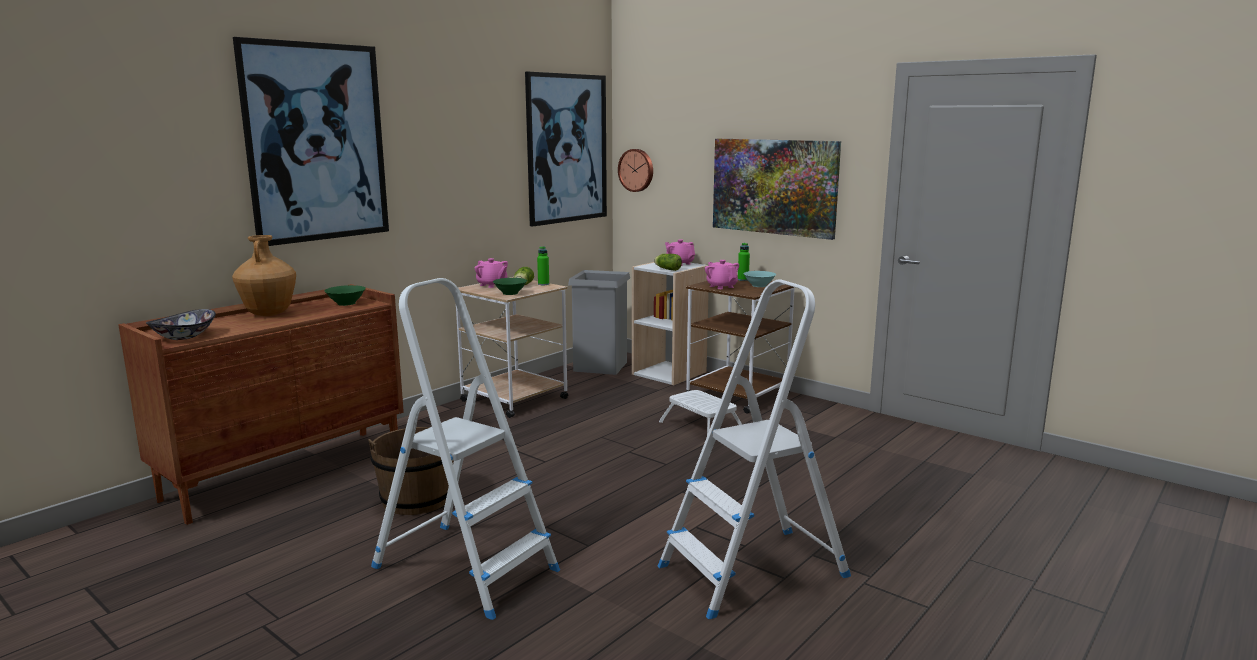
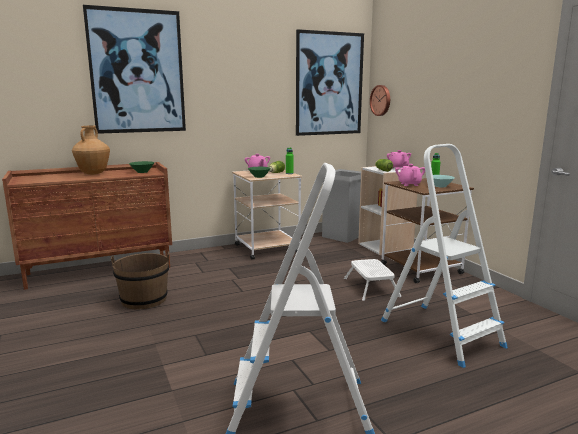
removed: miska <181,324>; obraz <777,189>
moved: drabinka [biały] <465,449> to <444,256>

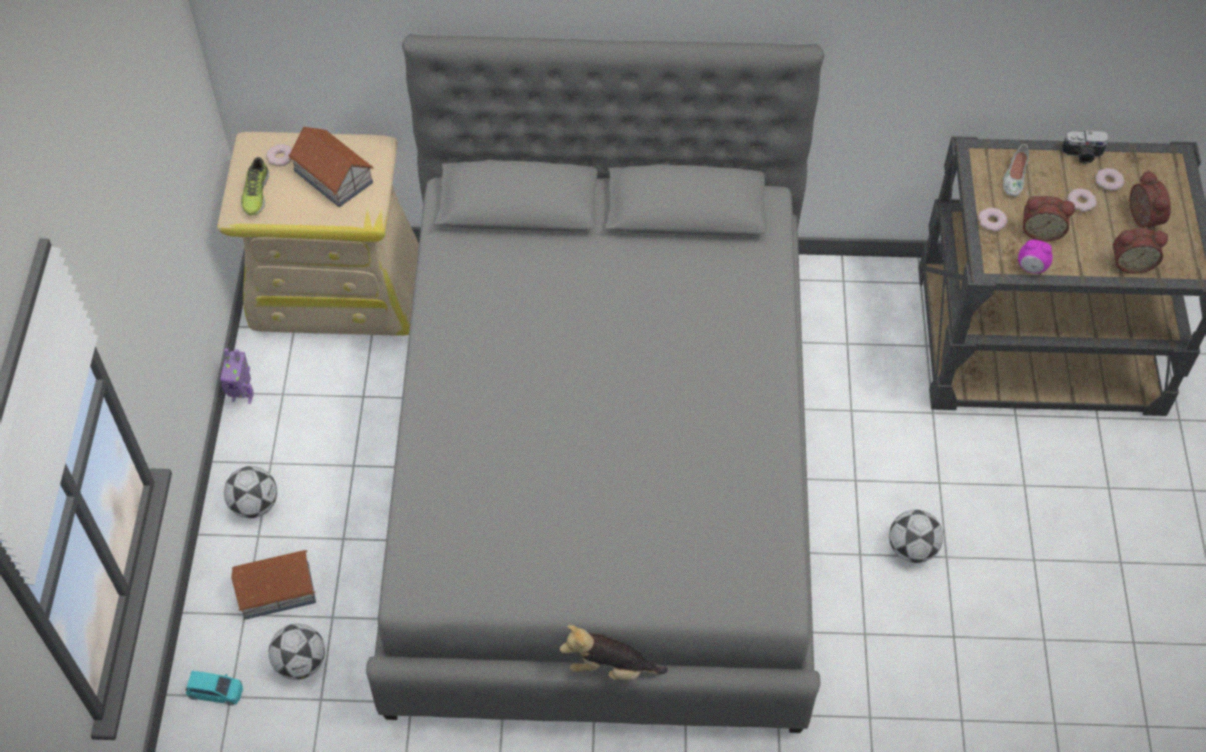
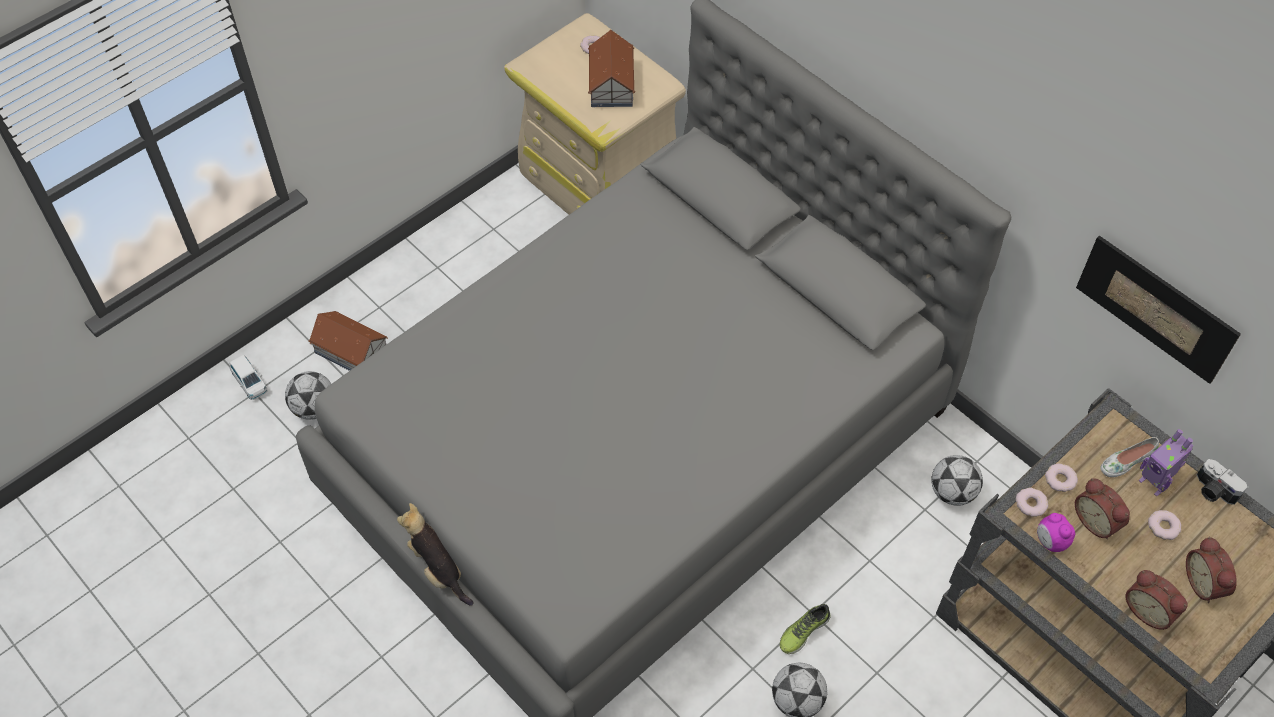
added: obraz <1158,310>
moved: robot zabawkowy <237,376> to <1166,463>; piłka futbolowa <250,492> to <957,480>; but <255,186> to <805,629>; donut <1109,179> to <1032,502>
recoloured: samochodzik [turkusowy] <214,688> to samochodzik [biały] <249,377>
turned: budzik <1150,200> = <1211,570> 135 degrees clockwise

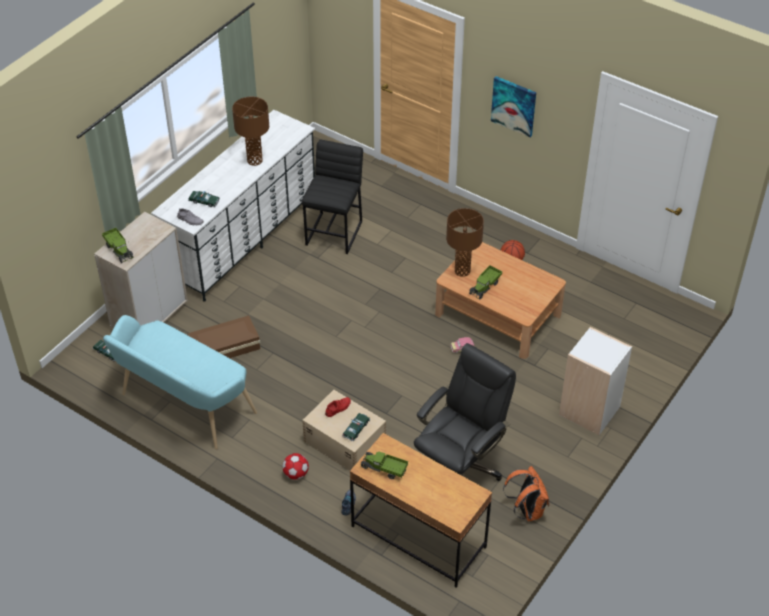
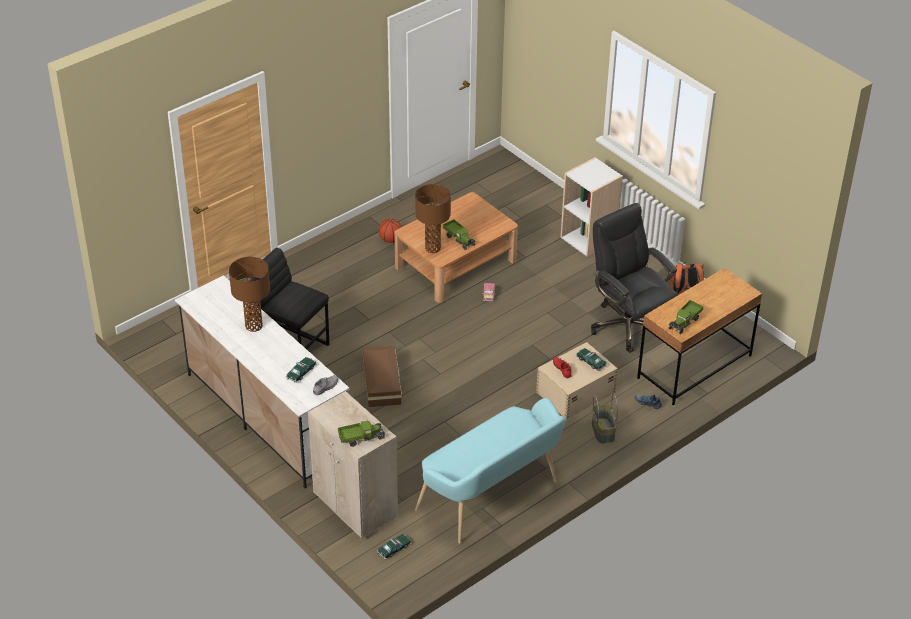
removed: obraz <513,107>
moved: pojemnik do przechowywania [brązowy] <224,337> to <382,376>
replaced: piłka futbolowa <295,466> to koszyk <605,418>

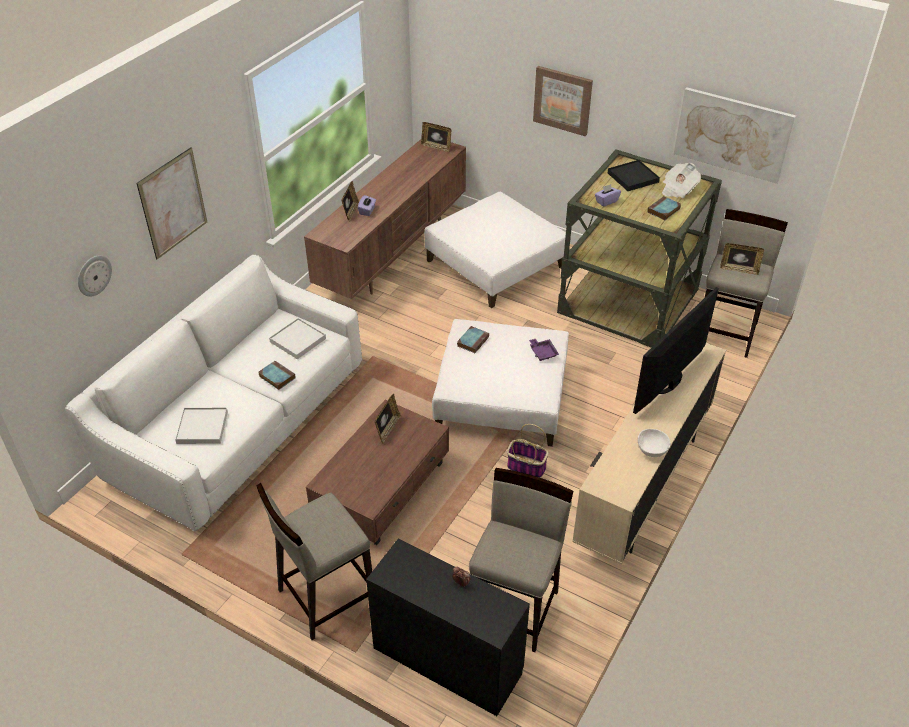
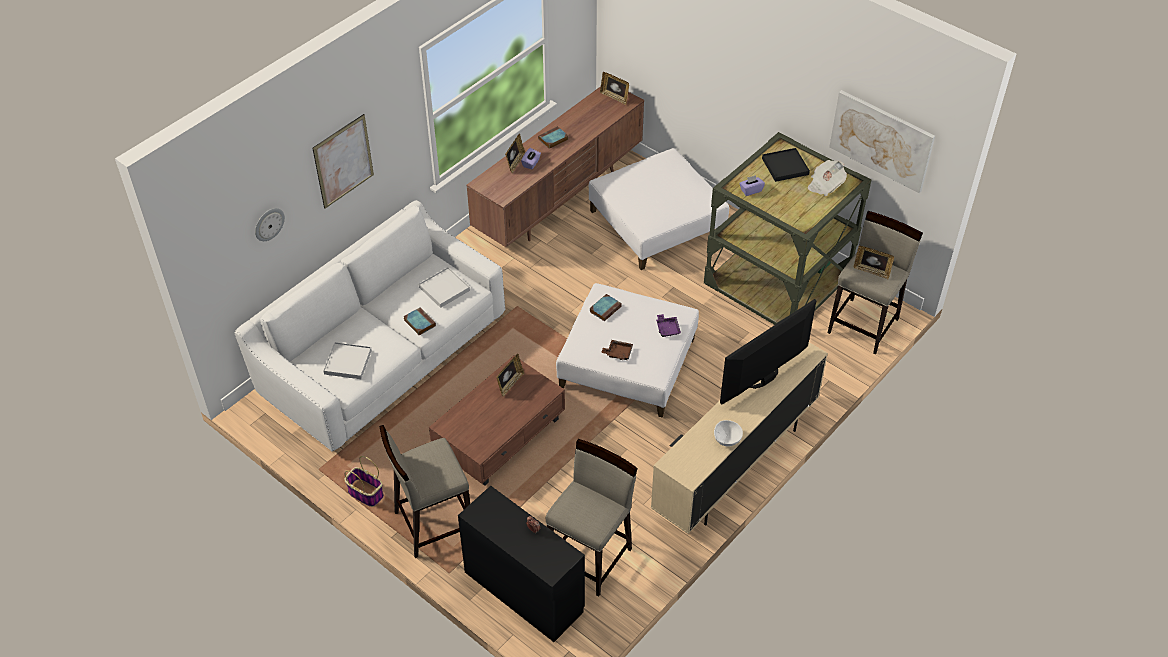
removed: obraz <563,101>
added: taca [brązowy] <617,350>
moved: koszyk <528,451> to <364,481>; książka <664,208> to <553,137>

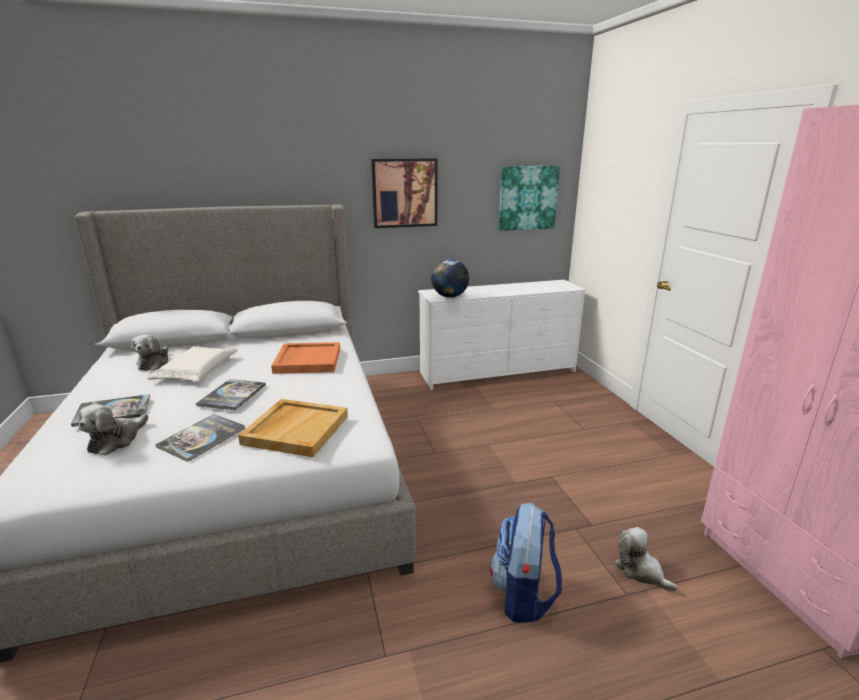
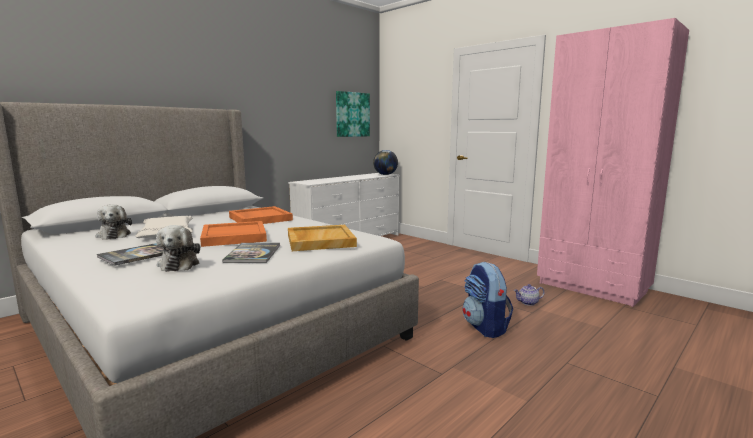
removed: obraz <404,193>
moved: globus <450,278> to <385,162>
replaced: książka <230,394> to taca [pomarańczowy] <233,234>; pluszak <646,559> to imbryk <529,295>

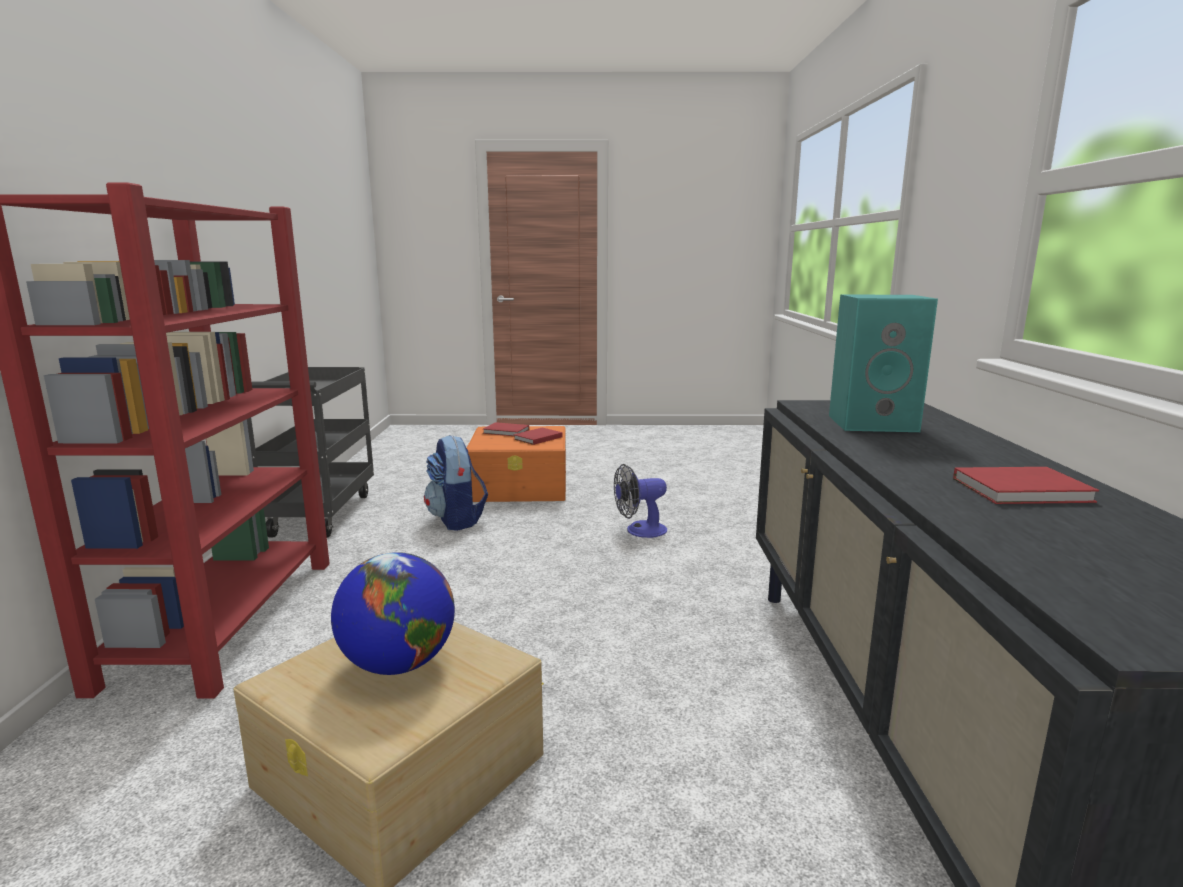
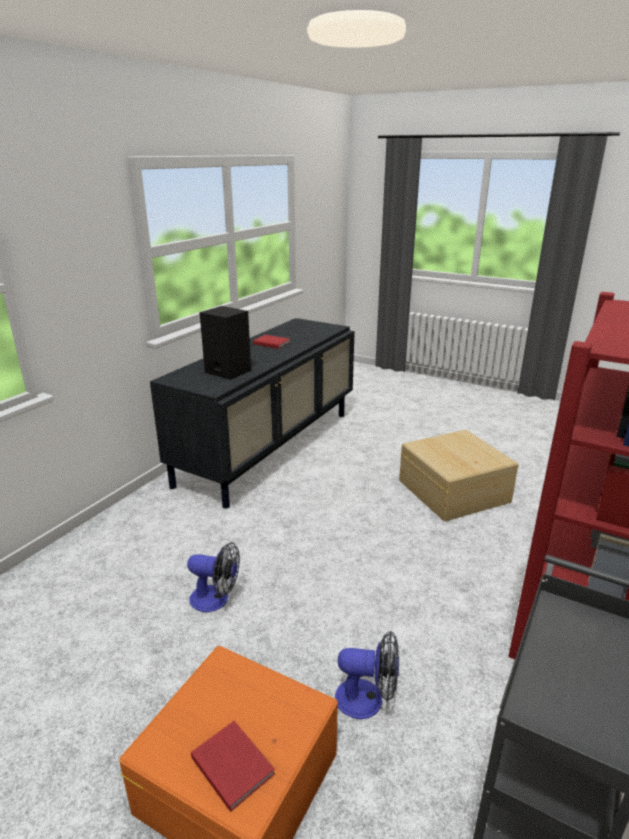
removed: globus <393,613>; książka [czerwony] <537,436>
replaced: plecak <456,483> to wentylator <367,675>
recoloured: głośnik [turkusowy] <883,363> to głośnik [czarny] <225,343>

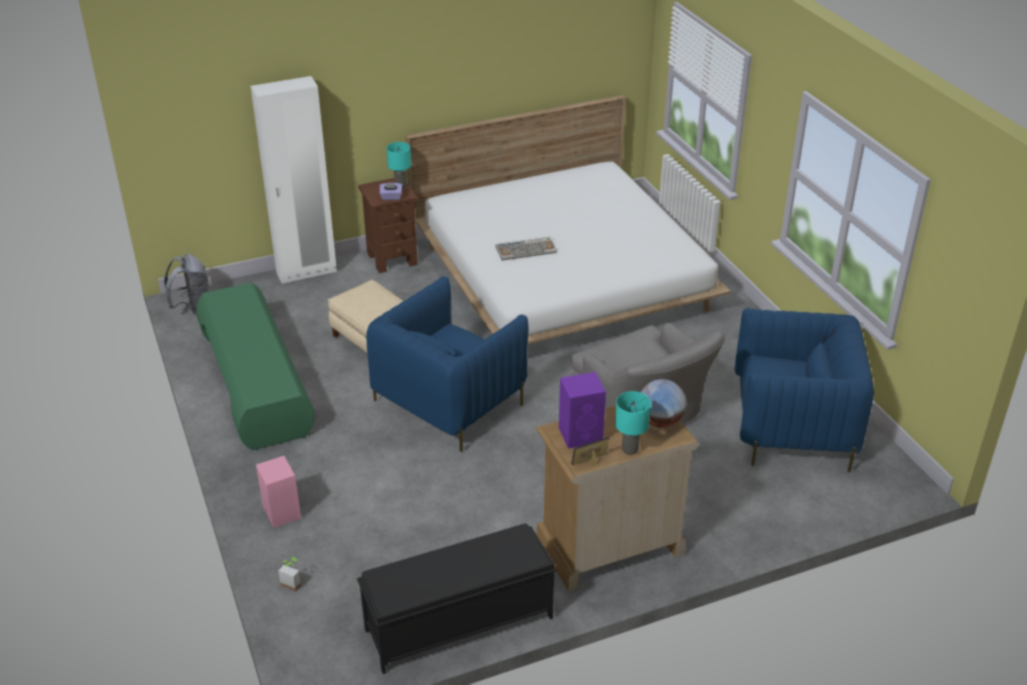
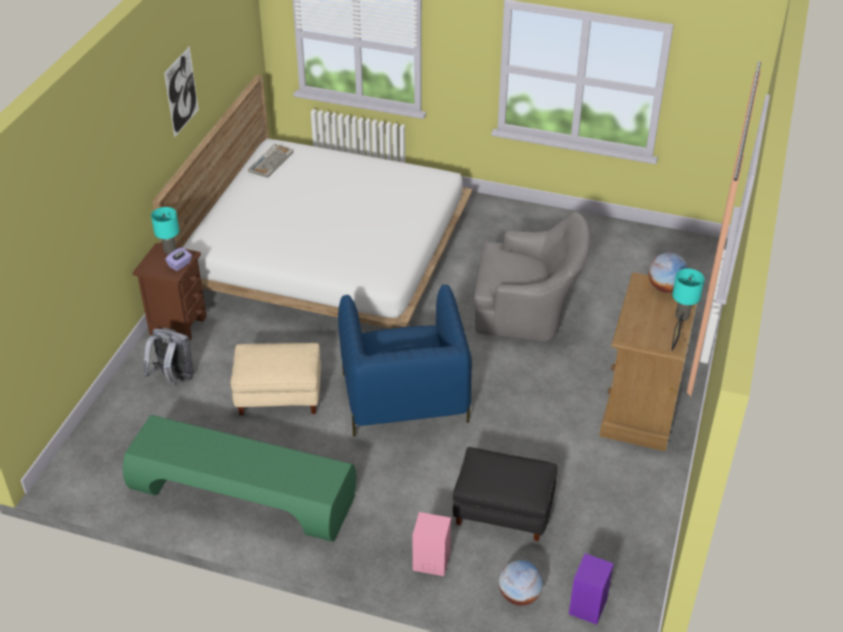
removed: szafa [biały] <294,180>; ławka [czarny] <457,599>; fotel [niebieski] <804,390>
added: obraz <181,91>; pufa [czarny] <505,494>
moved: plecak [szary] <186,284> to <168,358>; klawiatura <526,249> to <271,161>; głośnik [fioletowy] <582,410> to <591,589>
replaced: roślina doniczkowa <289,574> to globus <521,583>

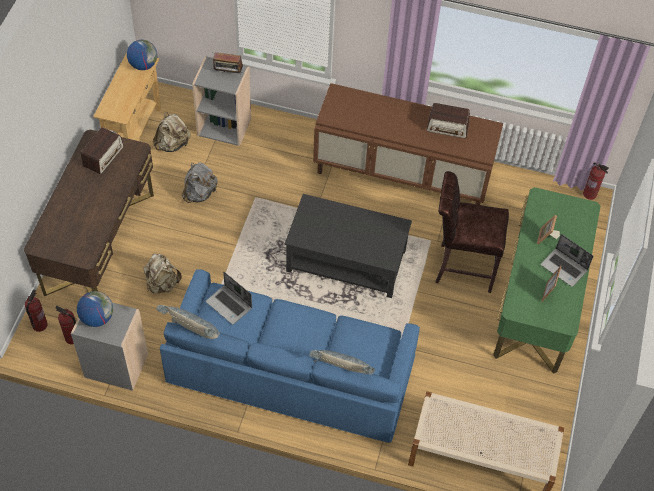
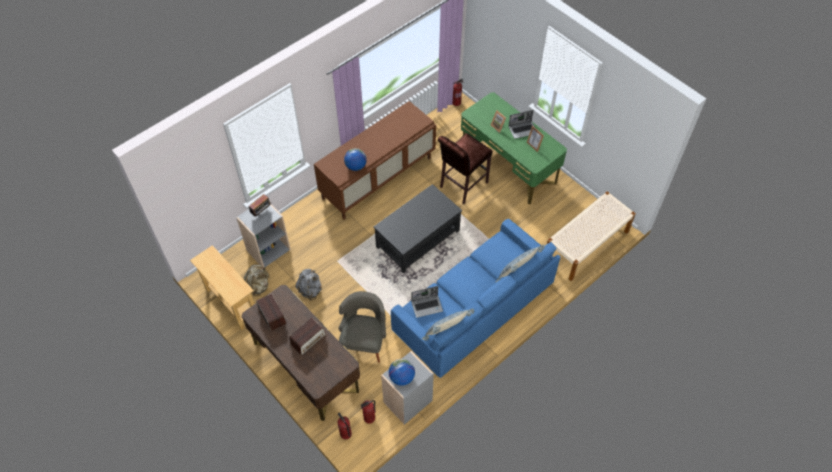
moved: globus <142,55> to <355,159>; radio <448,120> to <307,336>
replaced: plecak [beżowy] <162,273> to krzesło [szary] <362,327>

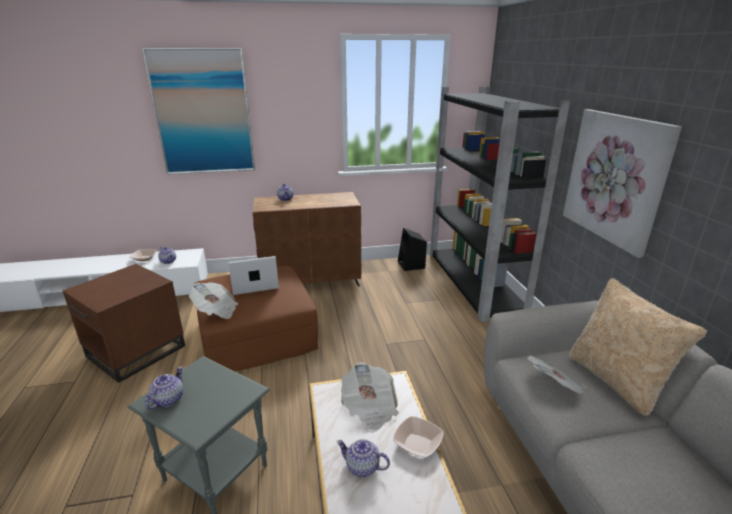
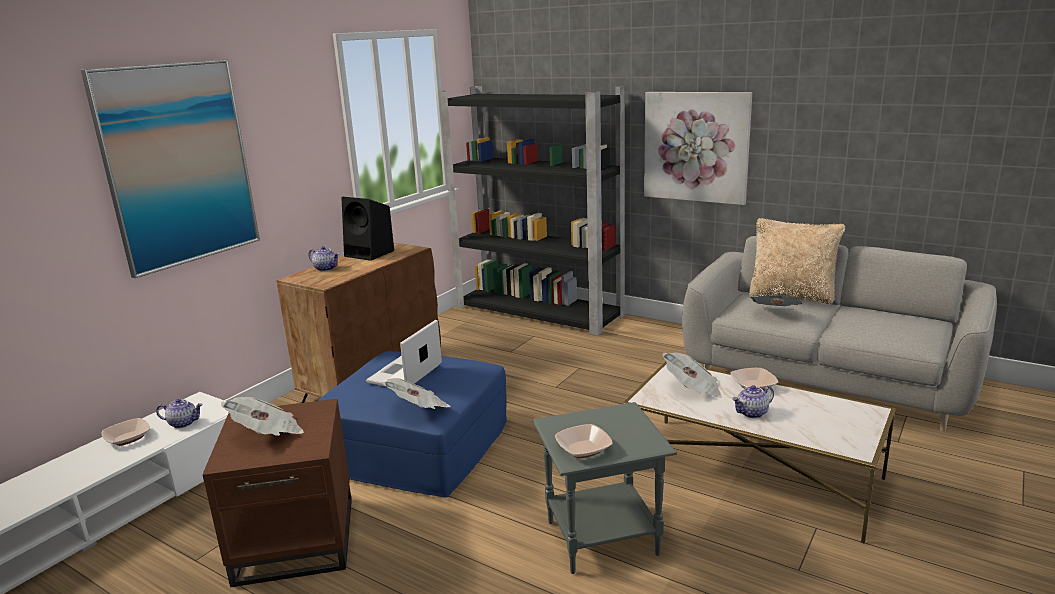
added: gazeta <262,416>
moved: głośnik [czarny] <412,249> to <368,229>
replaced: imbryk <164,388> to miska <584,441>
recoloured: pufa [brązowy] <256,319> to pufa [niebieski] <412,424>

